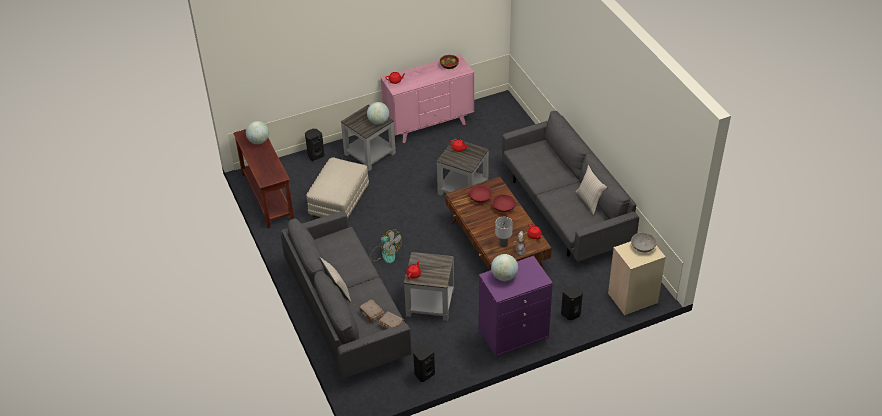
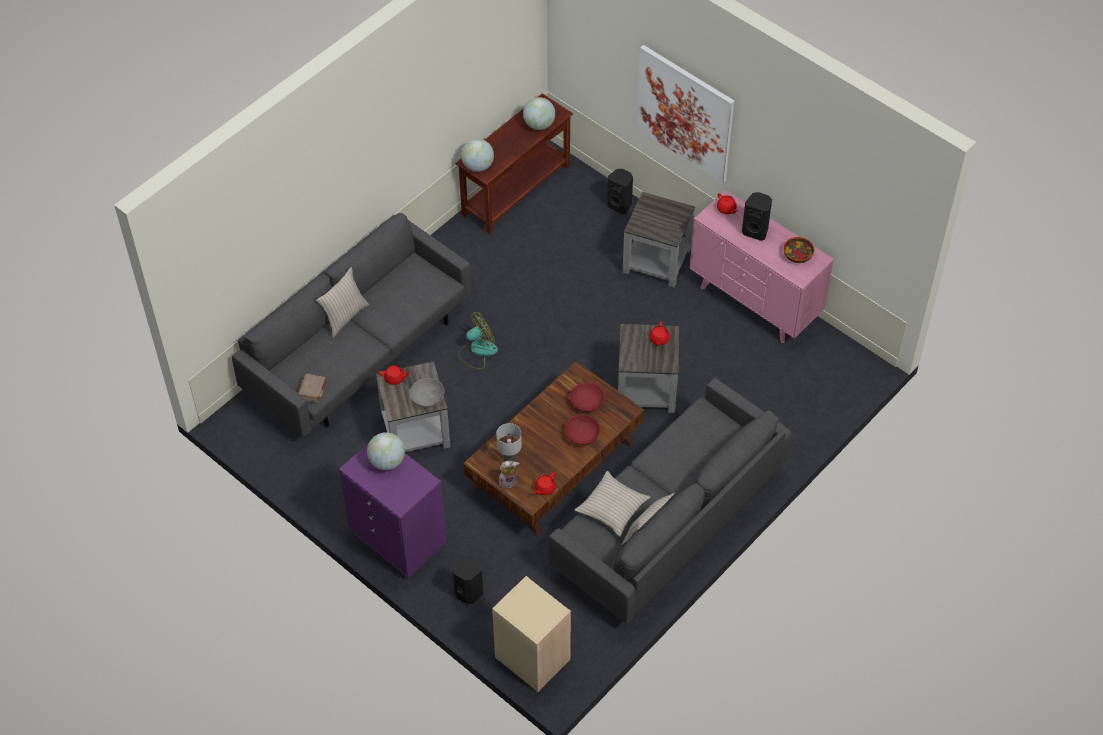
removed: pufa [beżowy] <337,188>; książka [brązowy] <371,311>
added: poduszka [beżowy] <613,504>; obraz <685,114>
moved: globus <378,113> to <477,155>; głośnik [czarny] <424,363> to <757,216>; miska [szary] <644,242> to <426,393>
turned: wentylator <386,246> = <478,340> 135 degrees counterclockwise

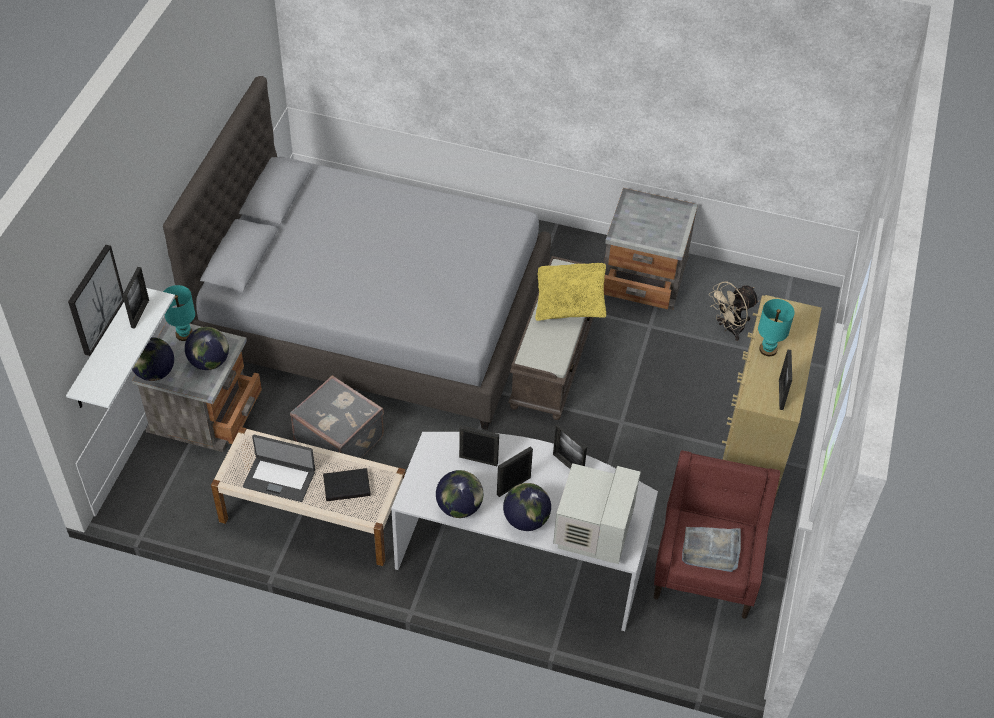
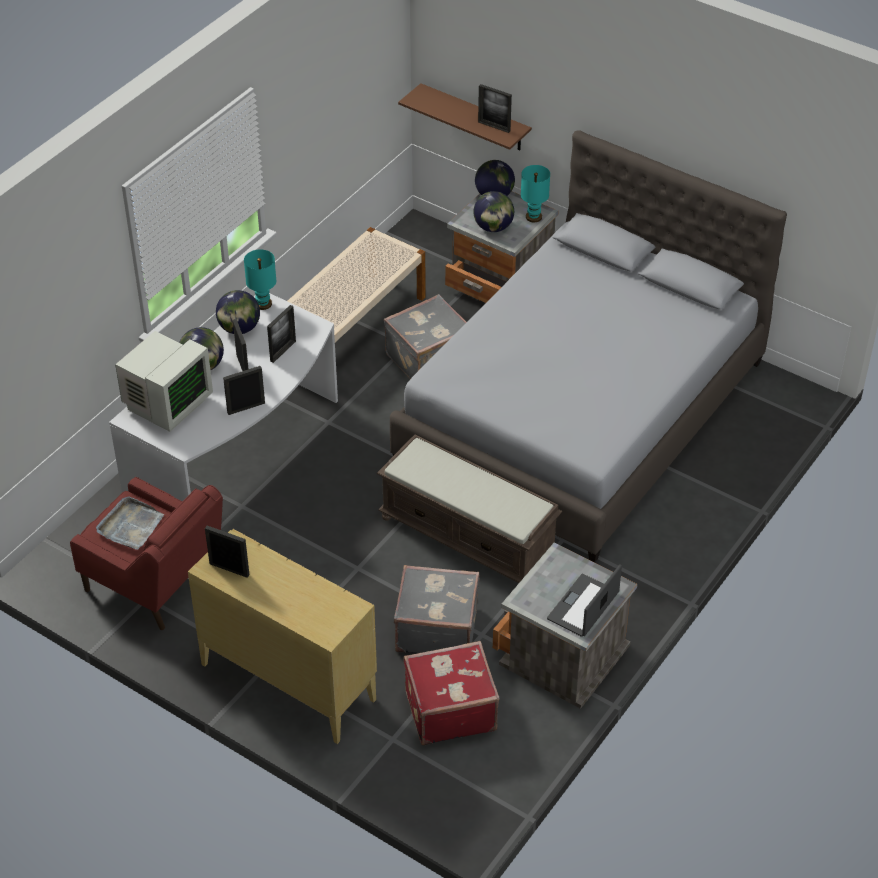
removed: obraz <96,300>; książka [czarny] <347,484>; poduszka [żółty] <570,292>
added: walizka [szary] <437,609>
moved: laptop <279,468> to <584,600>; lampa stołowa [turkusowy] <776,327> to <260,279>
replaced: wentylator [beżowy] <734,311> to walizka [czerwony] <452,693>
recoloured: półka [biały] <120,348> to półka [brązowy] <465,116>
turned: monitor <597,513> = <164,381> 90 degrees counterclockwise

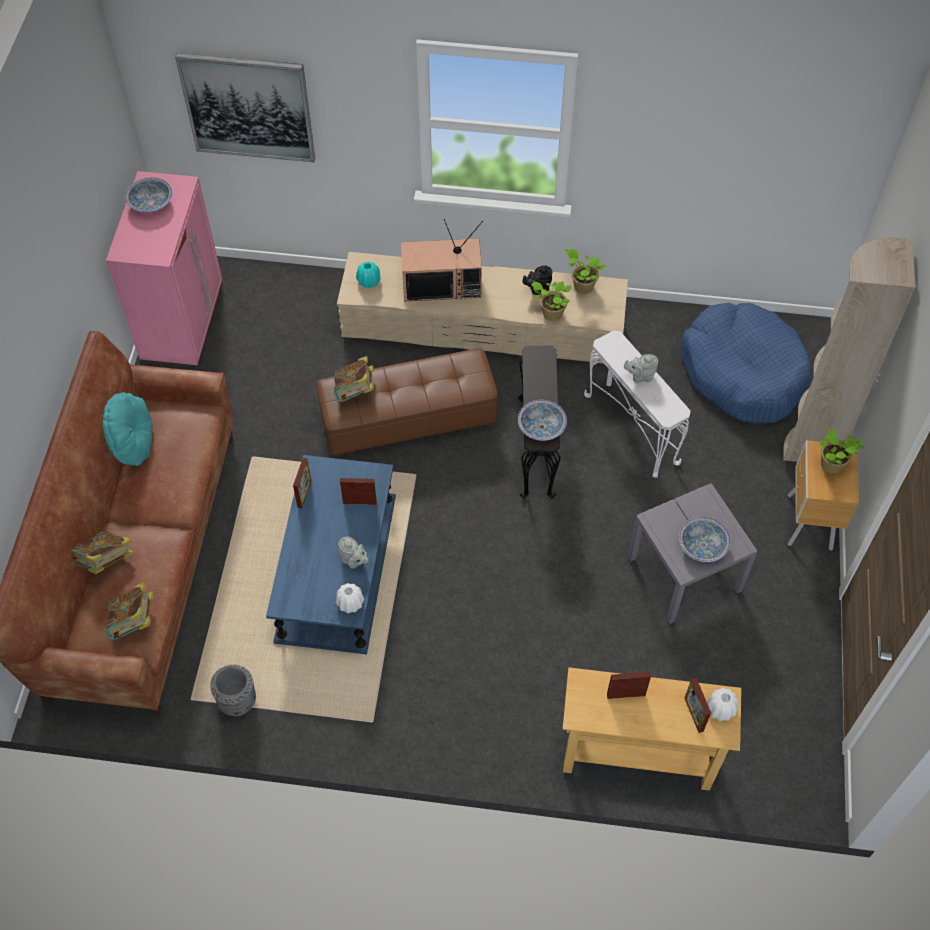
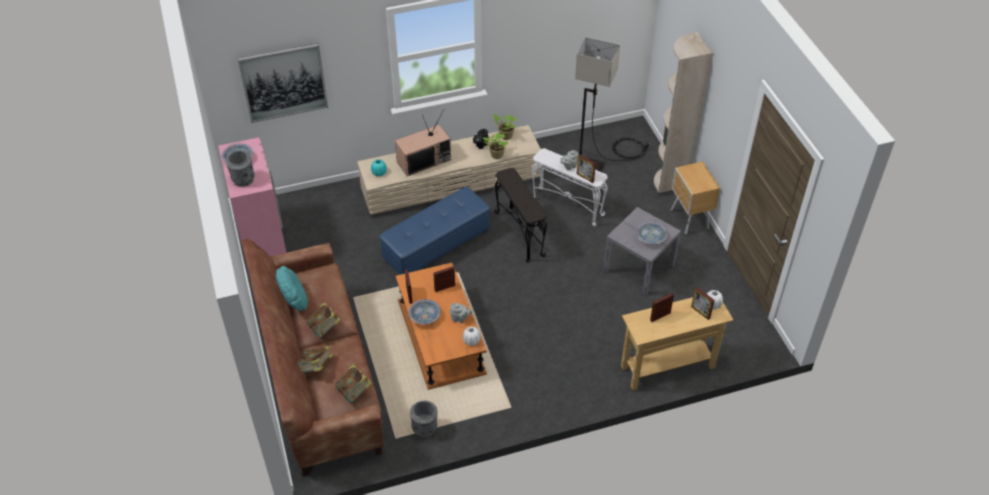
removed: roślina doniczkowa <841,451>
added: wazon [szary] <240,168>; ramka na zdjęcie <586,168>
moved: książka <354,379> to <324,319>; miska <542,420> to <425,312>
replaced: legowisko [niebieski] <746,363> to lampa stojąca <612,104>
recoloured: ława [niebieski] <331,554> to ława [pomarańczowy] <441,326>; pufa [brązowy] <407,402> to pufa [niebieski] <434,231>

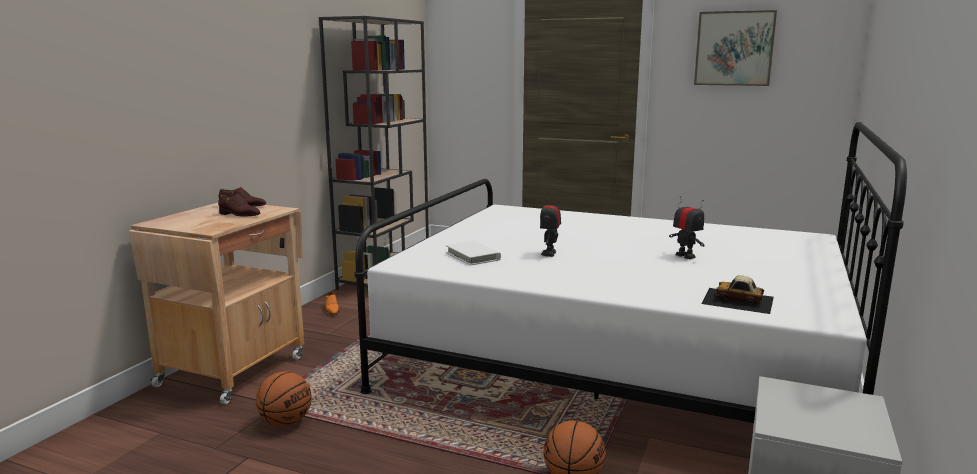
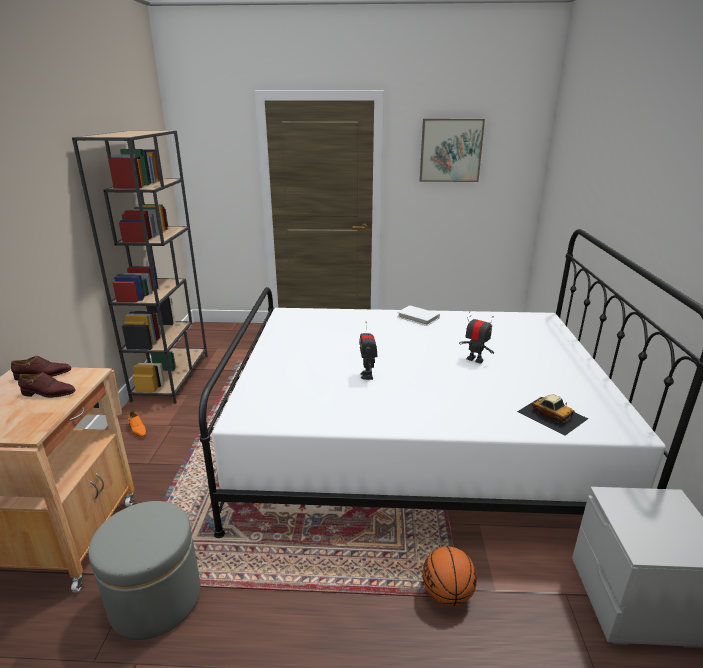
moved: książka [biały] <473,253> to <418,316>
replaced: piłka do koszykówki <284,399> to pufa [szary] <144,570>
turned: samochodzik <738,294> = <552,415> 135 degrees counterclockwise

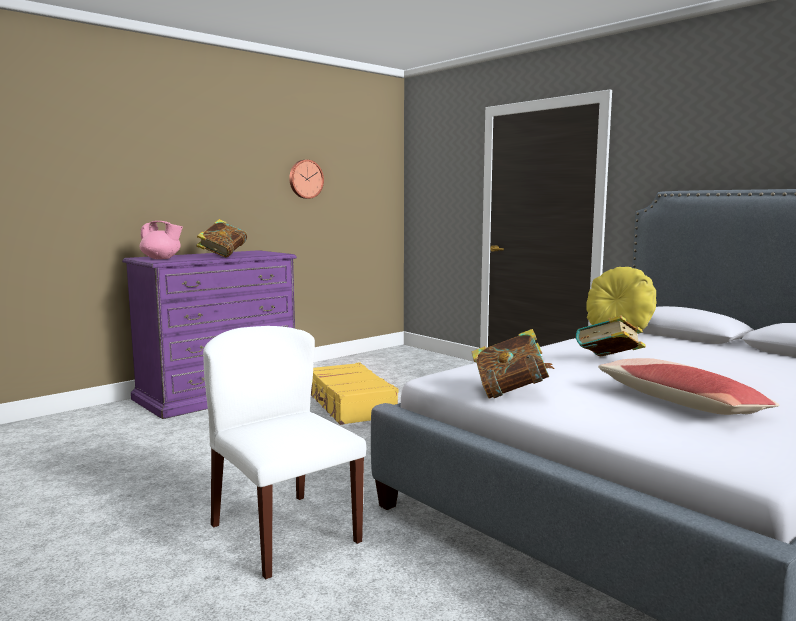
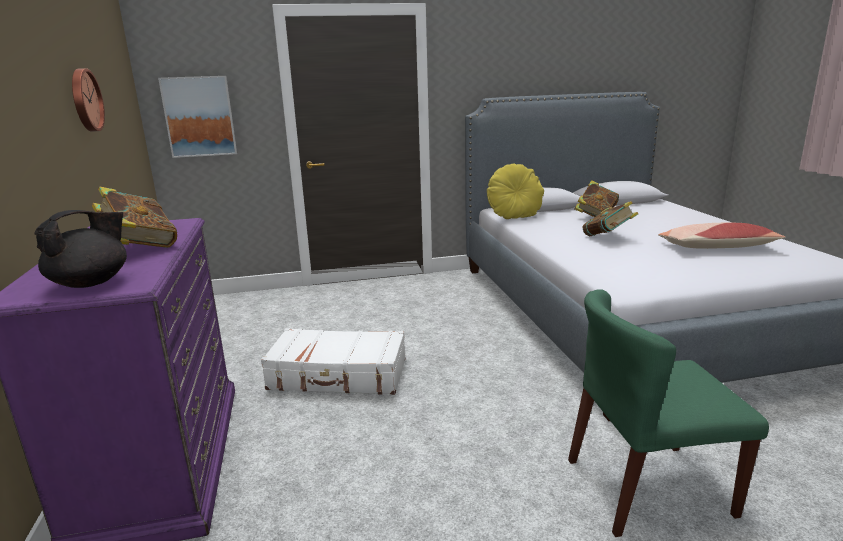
added: obraz <197,117>
moved: książka <513,364> to <596,198>
recoloured: imbryk [różowy] <161,240> to imbryk [czarny] <80,249>; krzesło [biały] <284,452> to krzesło [zielony] <668,413>; walizka [żółty] <355,393> to walizka [biały] <333,361>

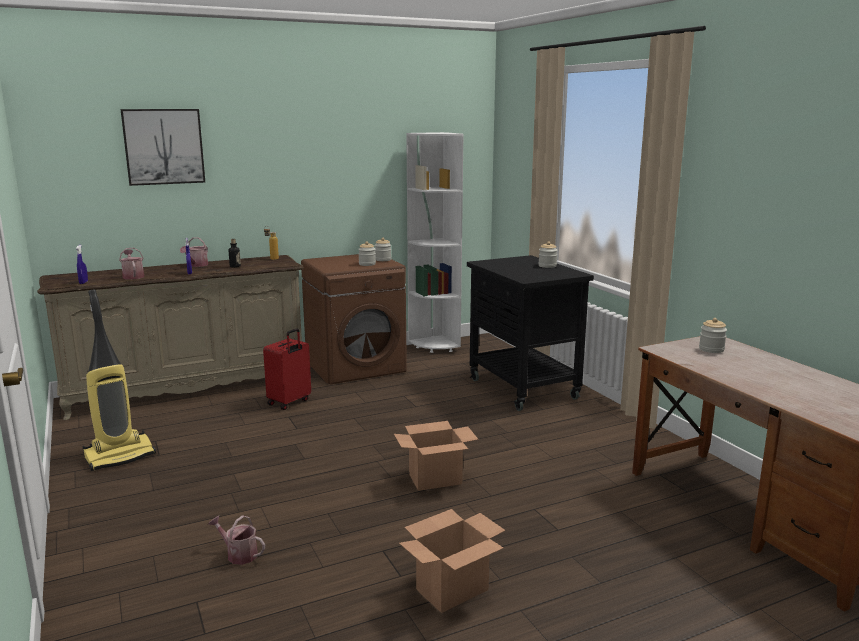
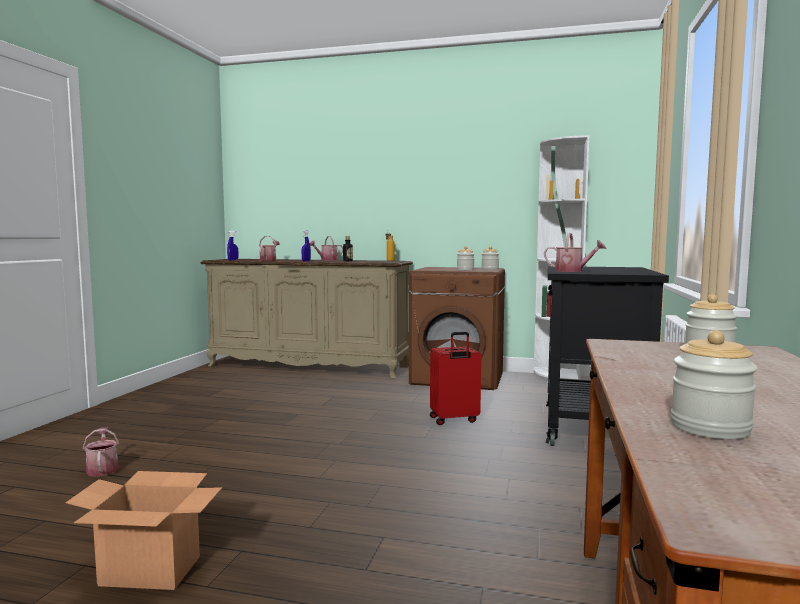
removed: odkurzacz <119,380>; obraz <162,147>; karton <436,456>
added: konewka <575,252>
moved: walizka [czerwony] <287,369> to <455,378>; słoik <548,255> to <714,384>

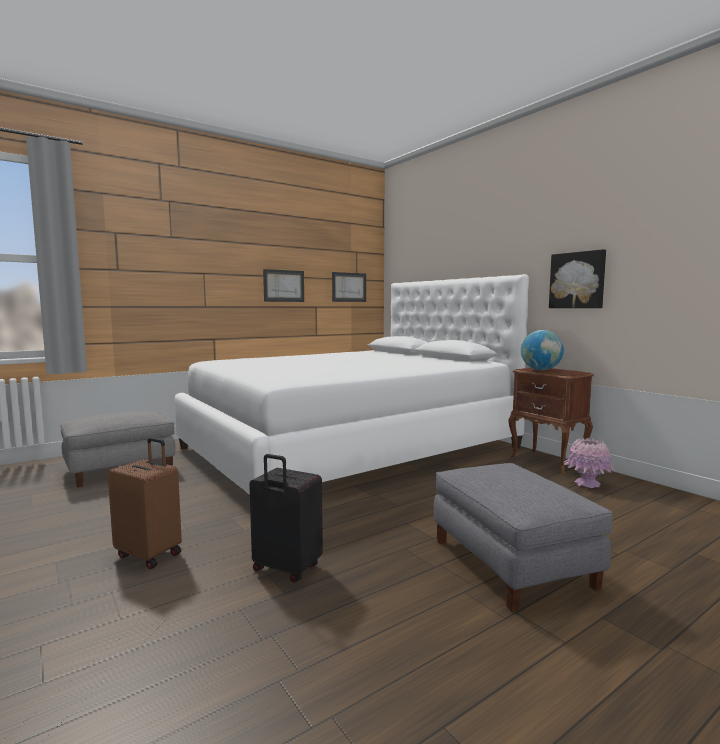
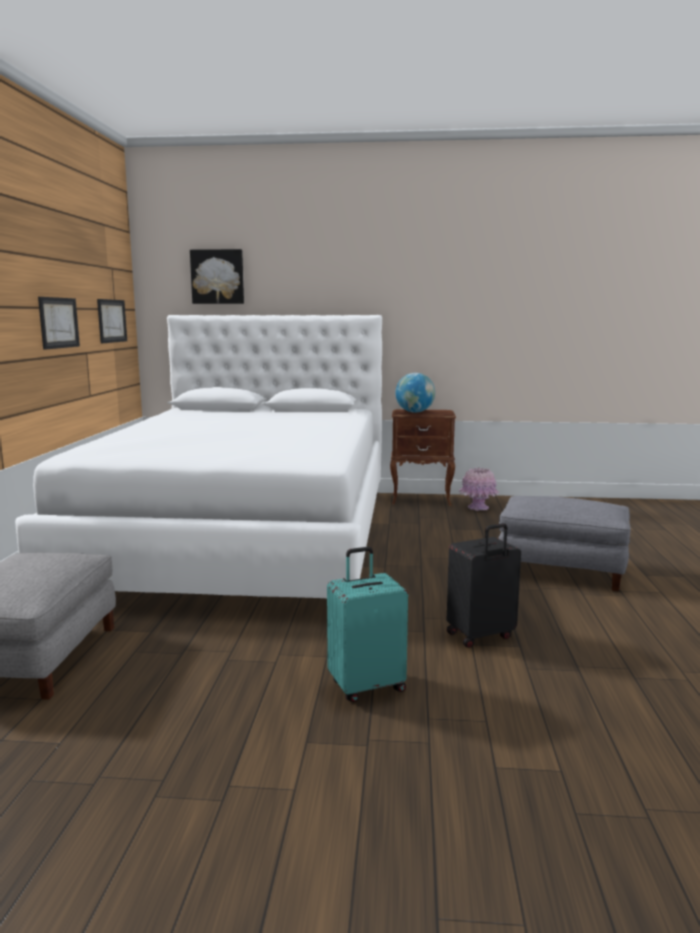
moved: obraz <577,278> to <217,276>
recoloured: walizka [brązowy] <145,503> to walizka [turkusowy] <367,624>

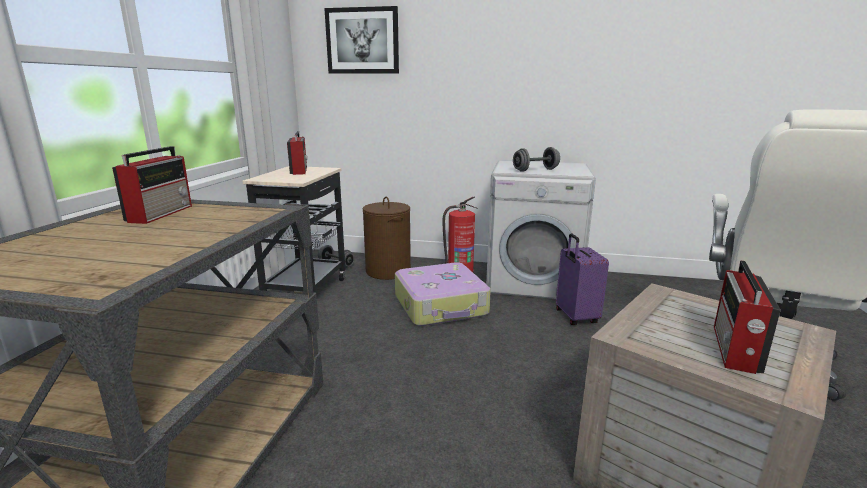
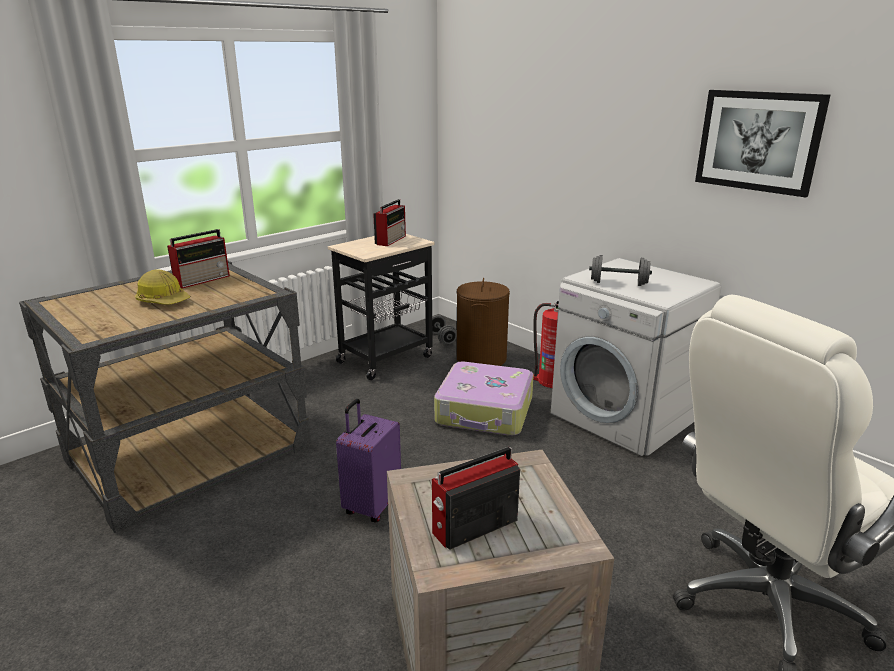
added: kask <162,287>
moved: obraz <361,40> to <762,143>; walizka [fioletowy] <582,279> to <368,460>

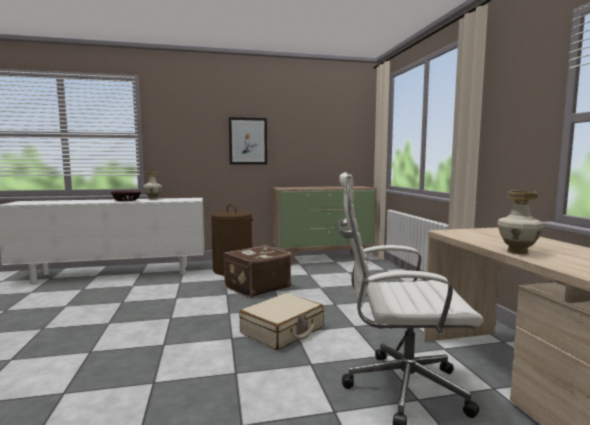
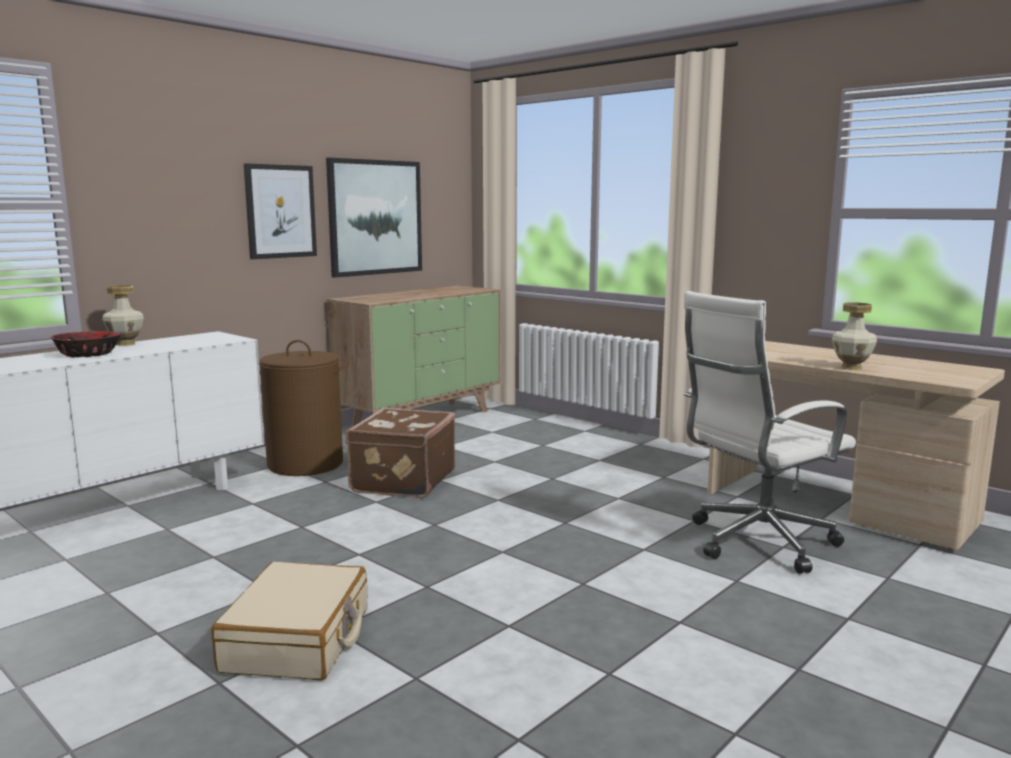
added: obraz <374,218>
moved: walizka [beżowy] <281,321> to <290,621>

